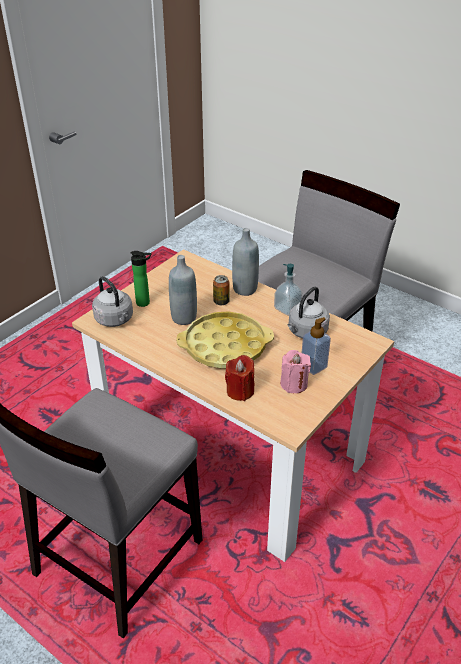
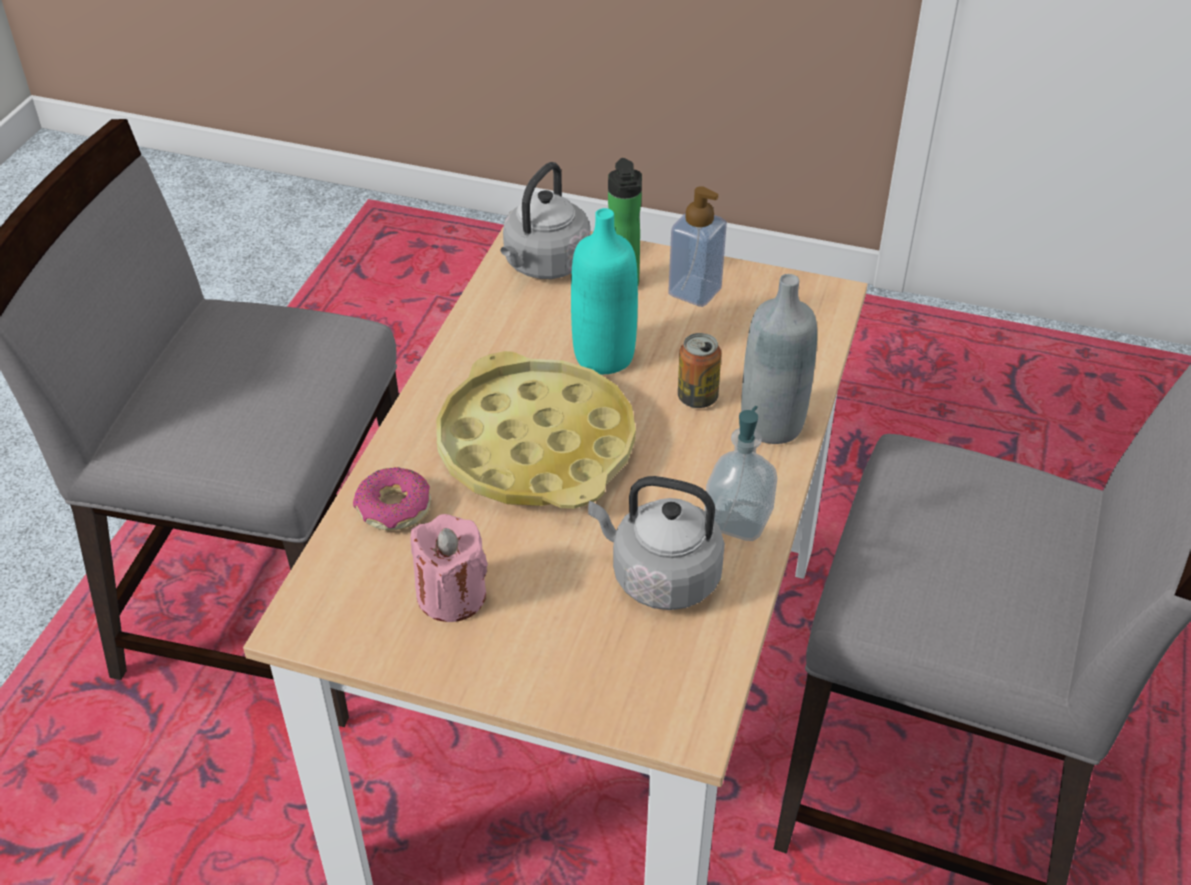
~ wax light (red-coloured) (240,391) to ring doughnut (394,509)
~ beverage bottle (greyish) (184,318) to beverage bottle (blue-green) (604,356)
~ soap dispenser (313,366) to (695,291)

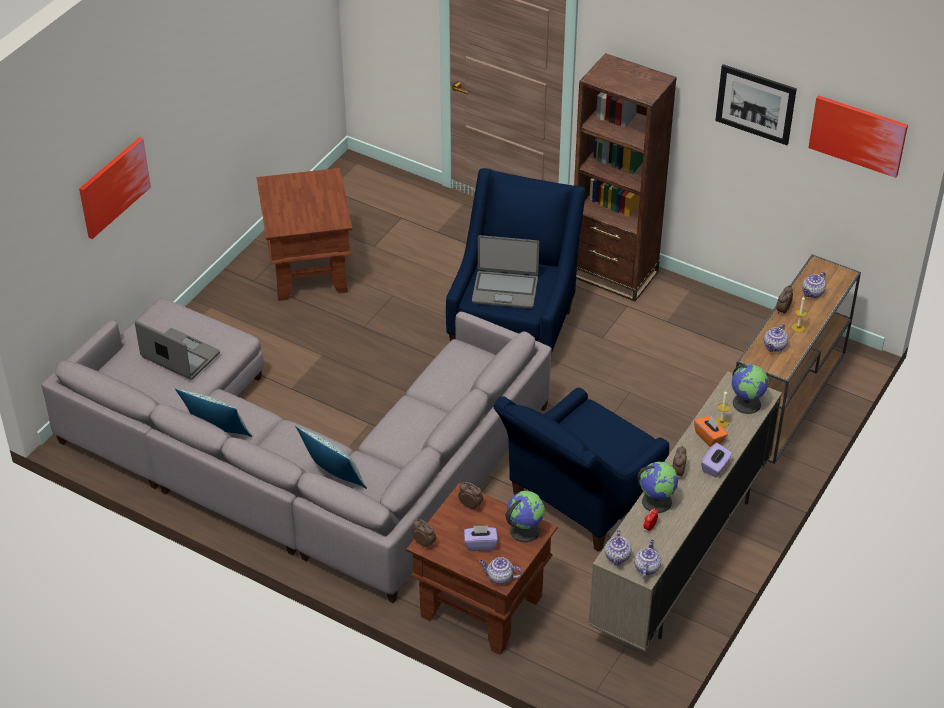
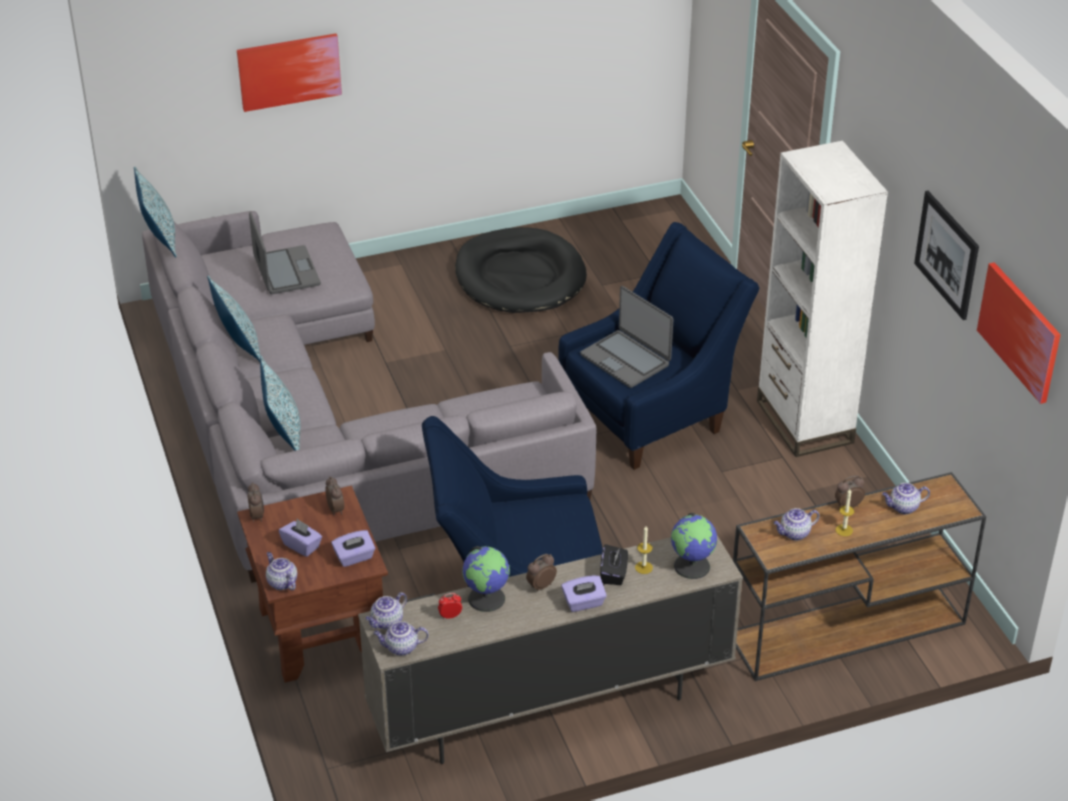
+ cushion (160,239)
~ desk globe (524,530) to tissue holder (purple) (354,557)
~ teapot (646,567) = (401,648) 150 degrees counterclockwise
~ side table (brownish) (309,270) to dog bed (black) (519,276)
~ tissue holder (orangey) (709,437) to tissue holder (black) (613,574)
~ bookshelf (brownish) (613,274) to bookshelf (whitish) (804,422)

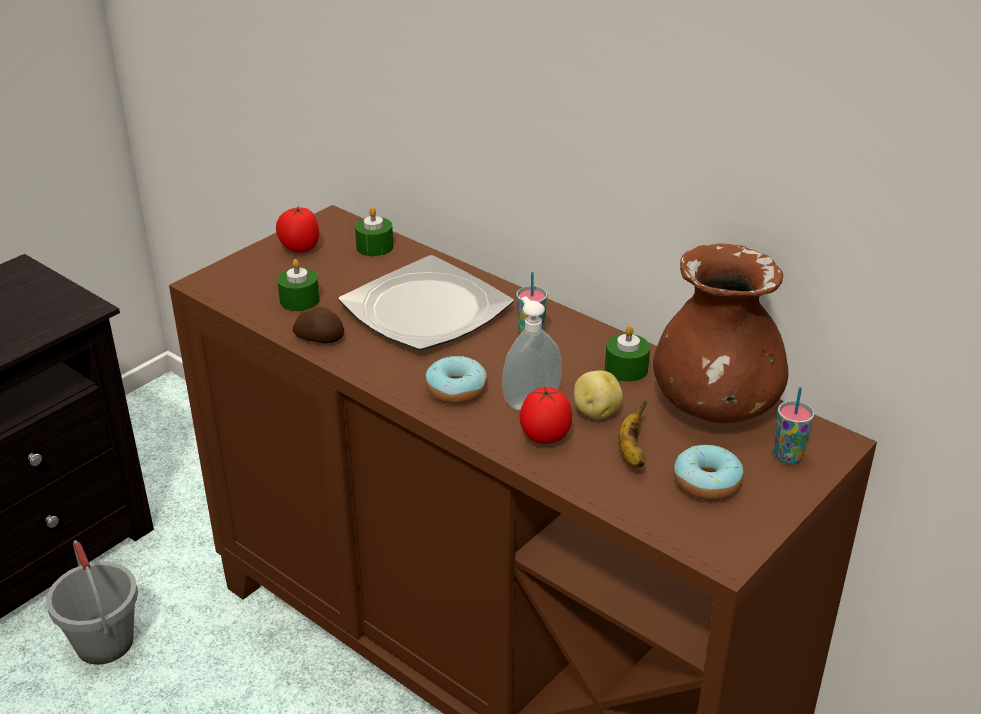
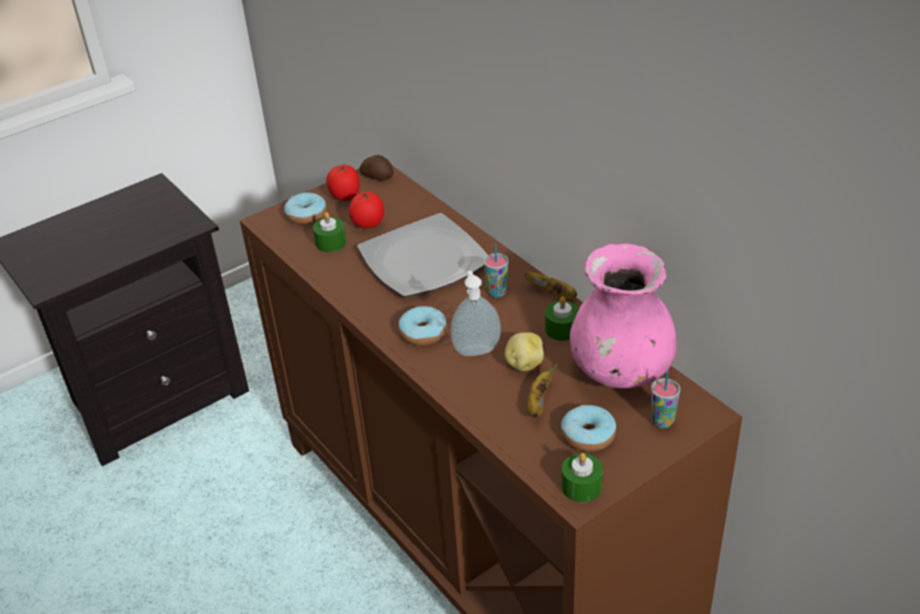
+ ring doughnut (306,215)
~ fresh tomato (544,438) to (368,225)
~ spud (320,338) to (377,176)
+ banana (553,294)
~ wax light (greenish) (374,247) to (581,486)
~ flower vase (brownish) (715,407) to flower vase (pink) (621,371)
- water bucket (greyish) (104,643)

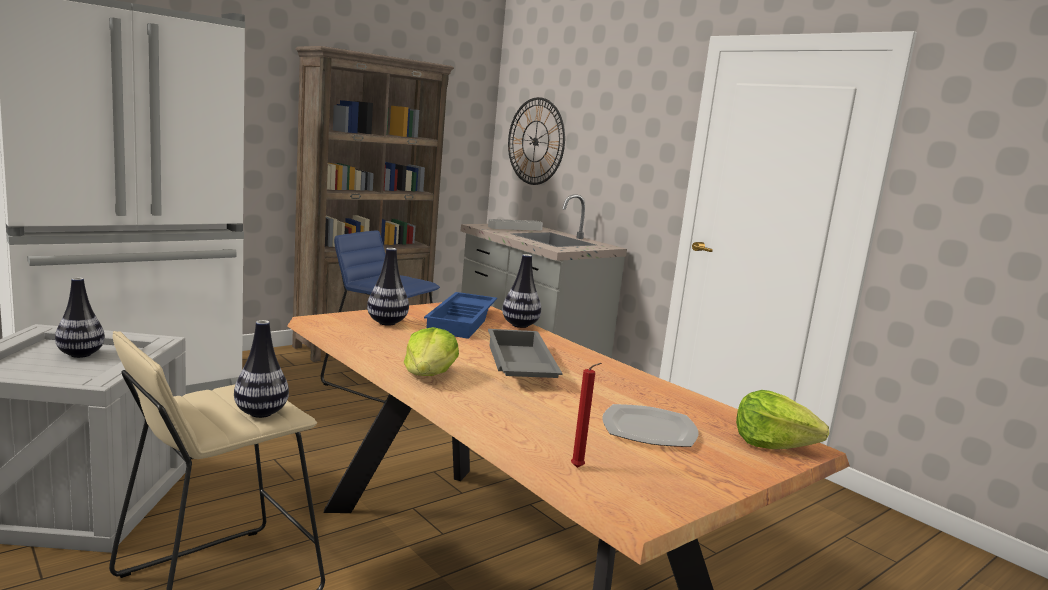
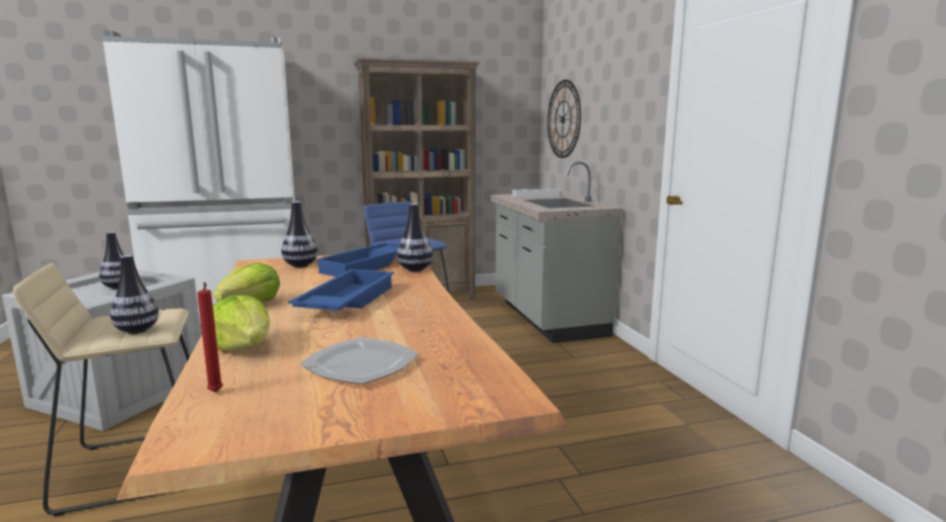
~ head of lettuce (772,444) to (244,347)
~ carrying tray (greyish) (518,366) to carrying tray (blue) (345,301)

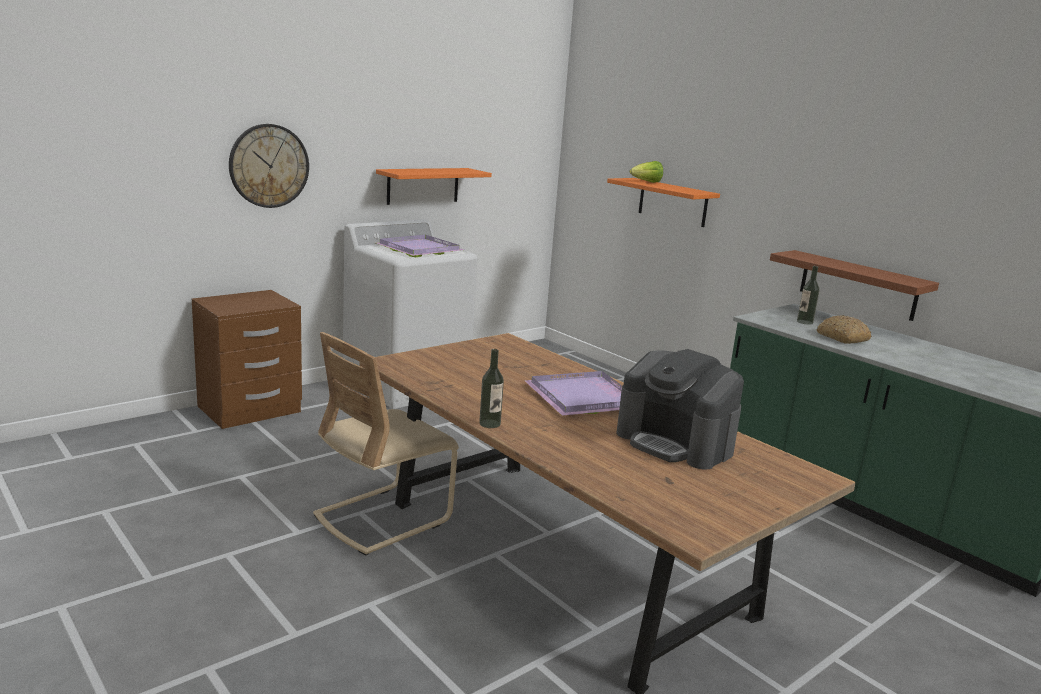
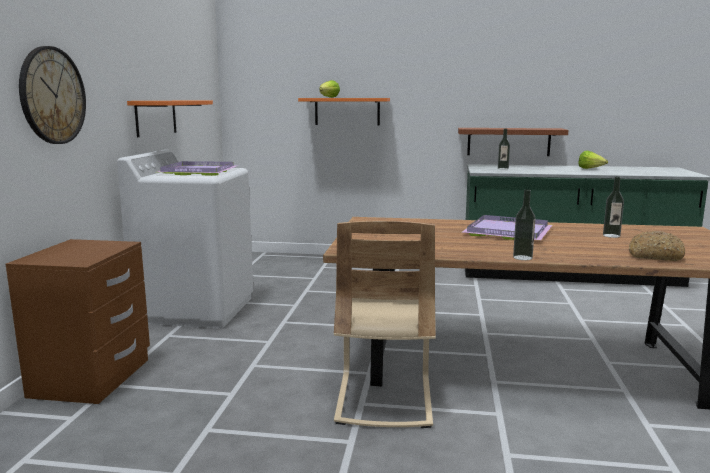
+ head of lettuce (591,169)
~ coffee machine (675,442) to beverage bottle (611,235)
~ baked bread (842,338) to (654,256)

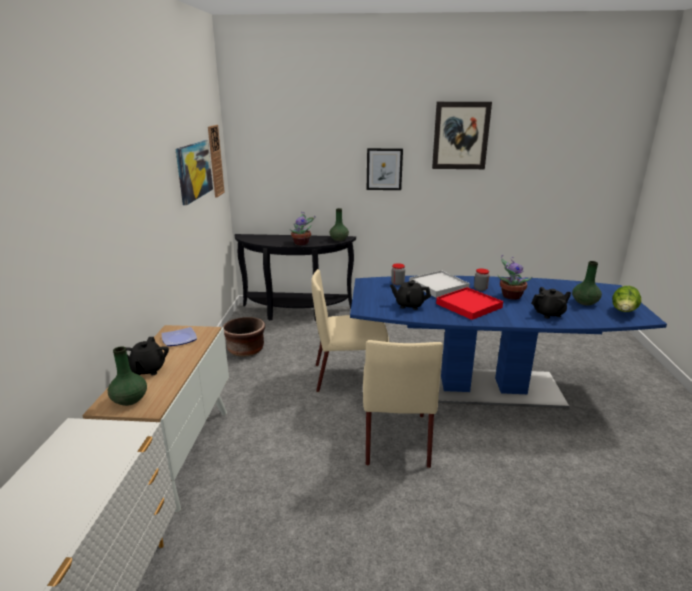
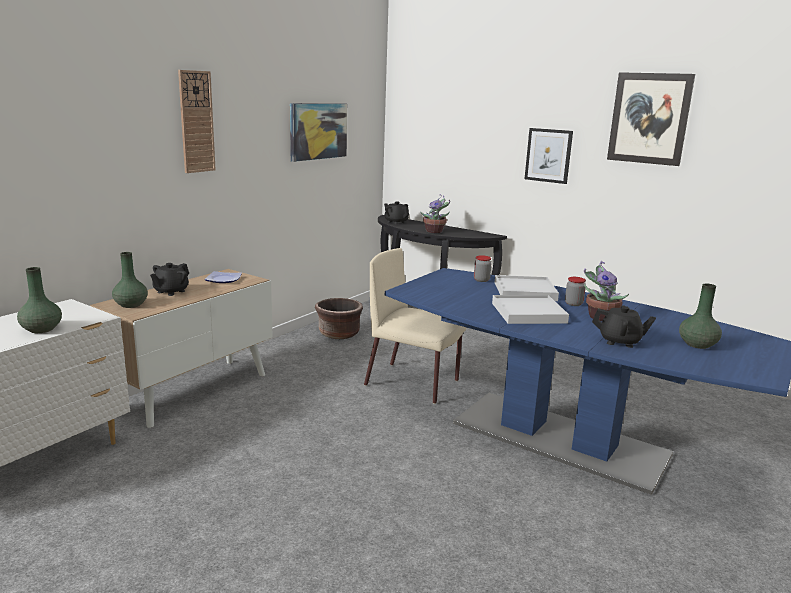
~ flower vase (greenish) (339,239) to (41,329)
~ clock on the wall (215,161) to (196,122)
~ teapot (black) (409,305) to (396,222)
~ carrying tray (red-coloured) (468,305) to carrying tray (whitish) (528,313)
- chair (beige) (396,438)
- head of lettuce (623,312)

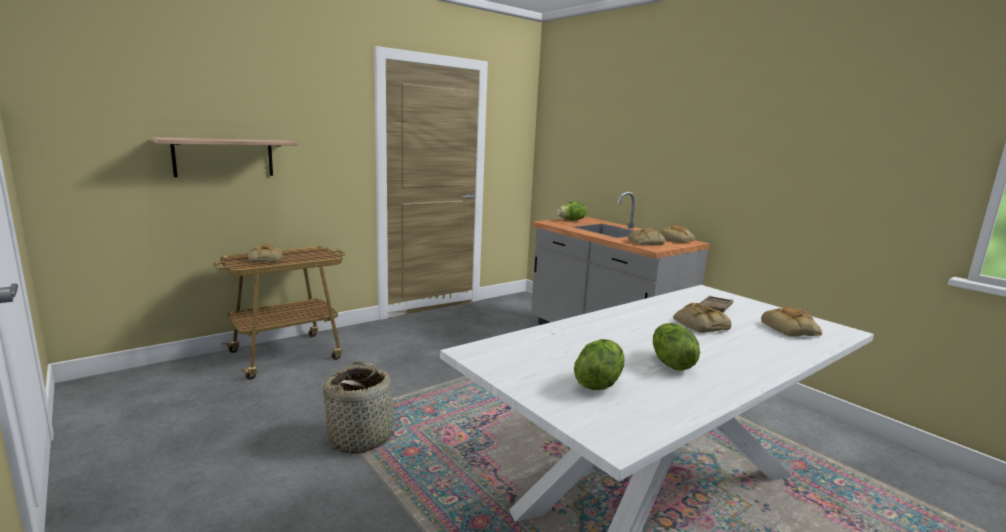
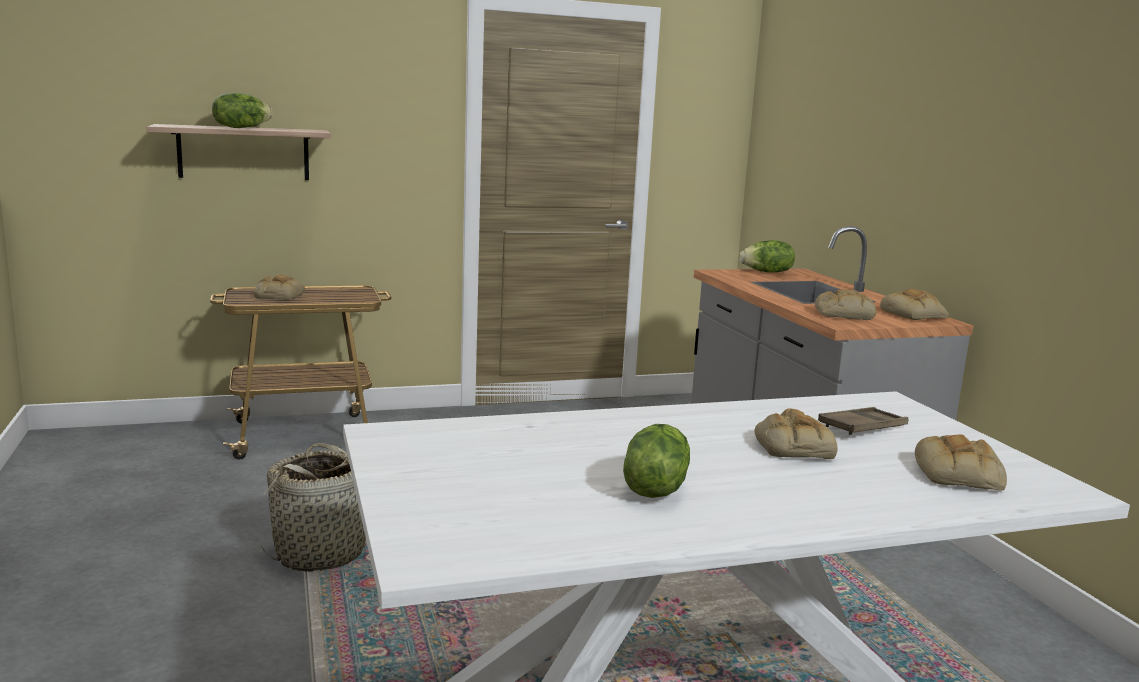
~ head of lettuce (598,382) to (241,128)

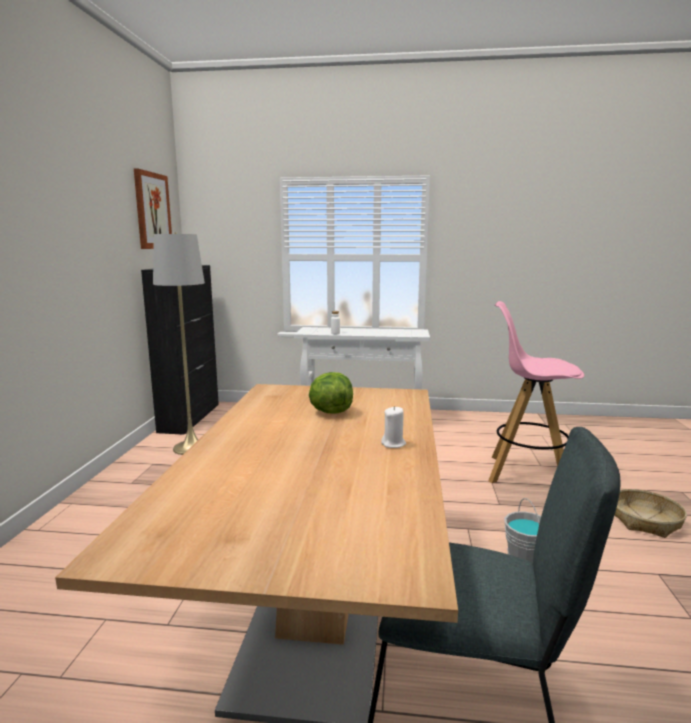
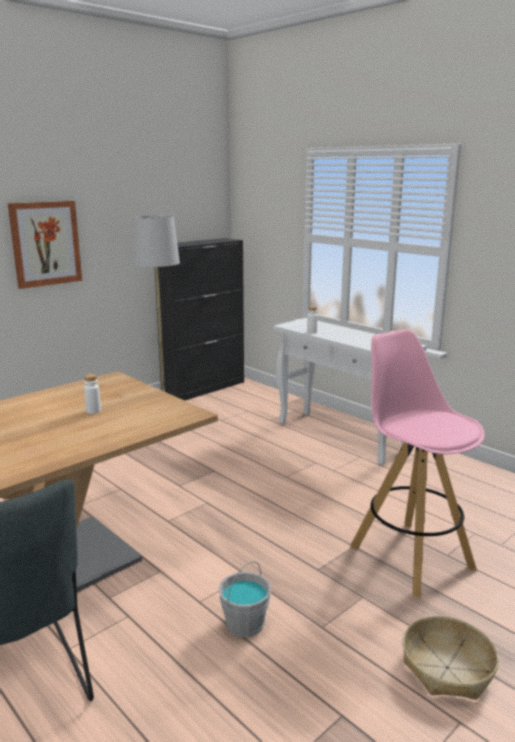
~ wall picture (152,211) to (45,243)
~ head of lettuce (330,412) to beverage bottle (whitish) (93,411)
- wax light (whitish) (393,444)

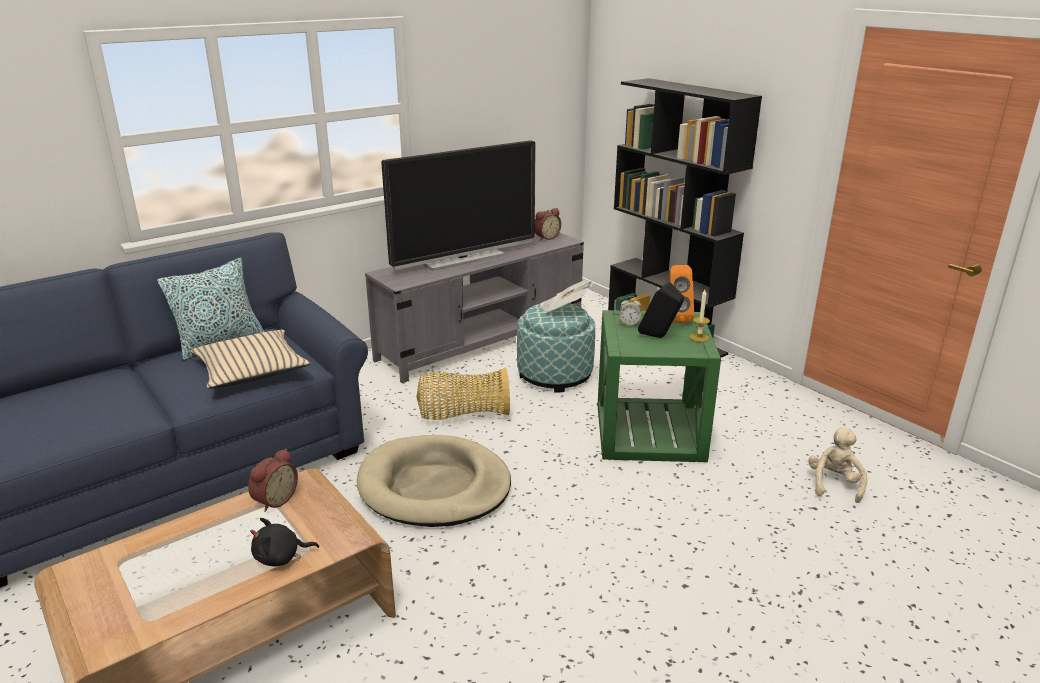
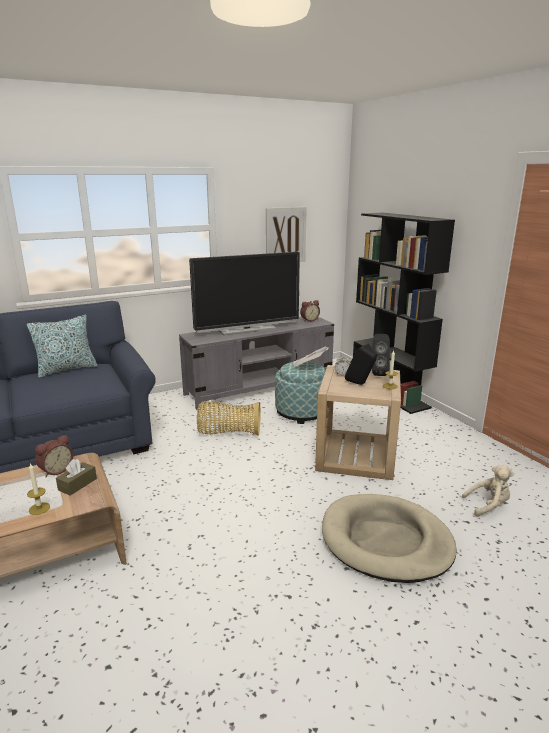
~ cuddly toy (black) (281,557) to wax light (39,508)
+ tissue holder (brownish) (77,484)
+ wall picture (285,235)
~ side table (greenish) (649,432) to side table (beige) (356,455)
~ dog bed (beige) (434,486) to (386,541)
~ loudspeaker (orangey) (676,318) to loudspeaker (black) (378,373)
~ cuddly toy (beige) (834,484) = (488,505) 60 degrees clockwise
- cushion (beige) (251,369)

